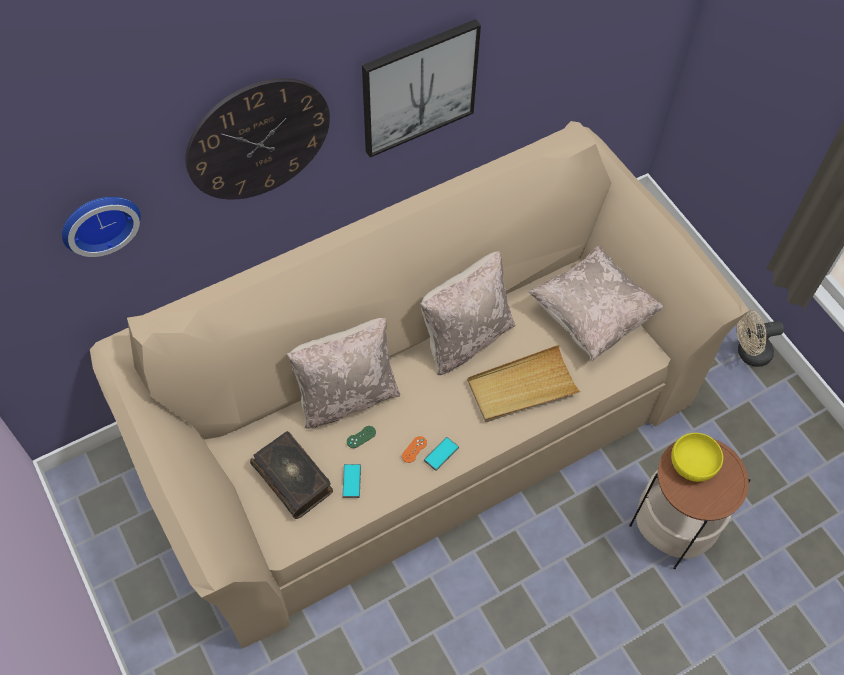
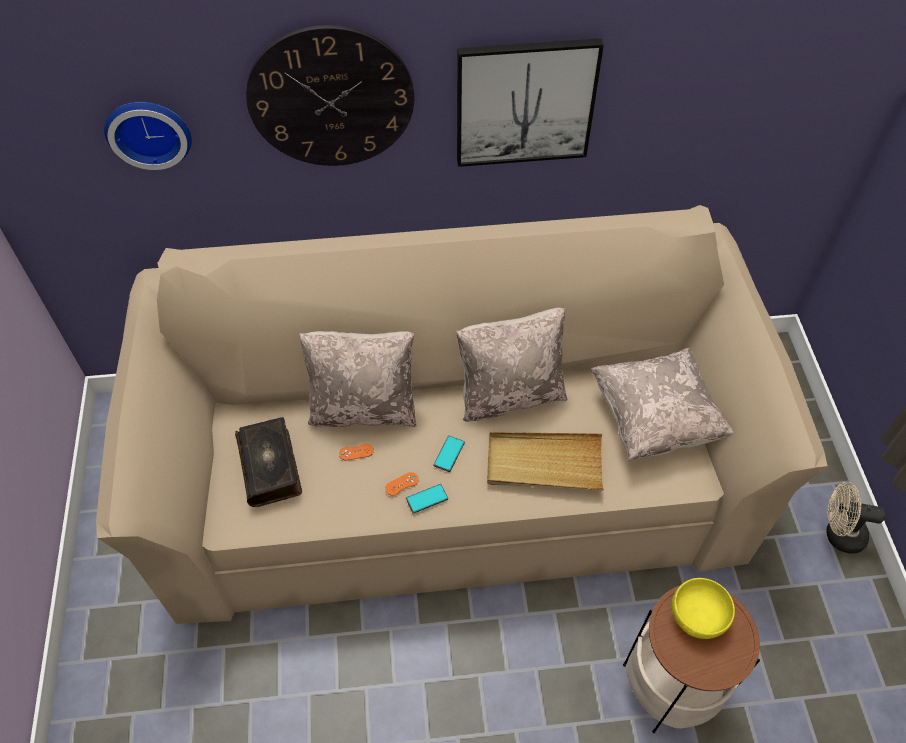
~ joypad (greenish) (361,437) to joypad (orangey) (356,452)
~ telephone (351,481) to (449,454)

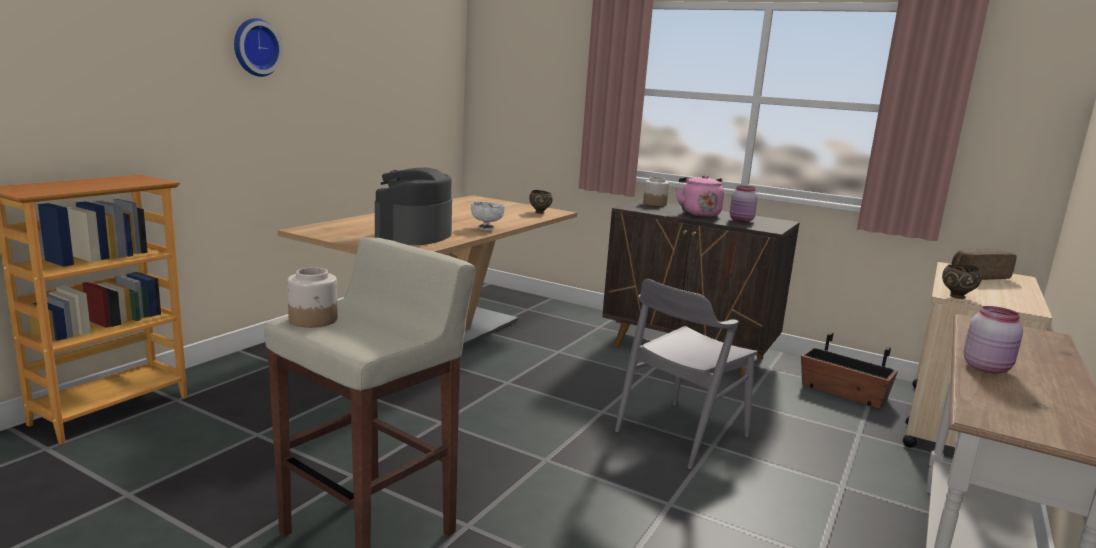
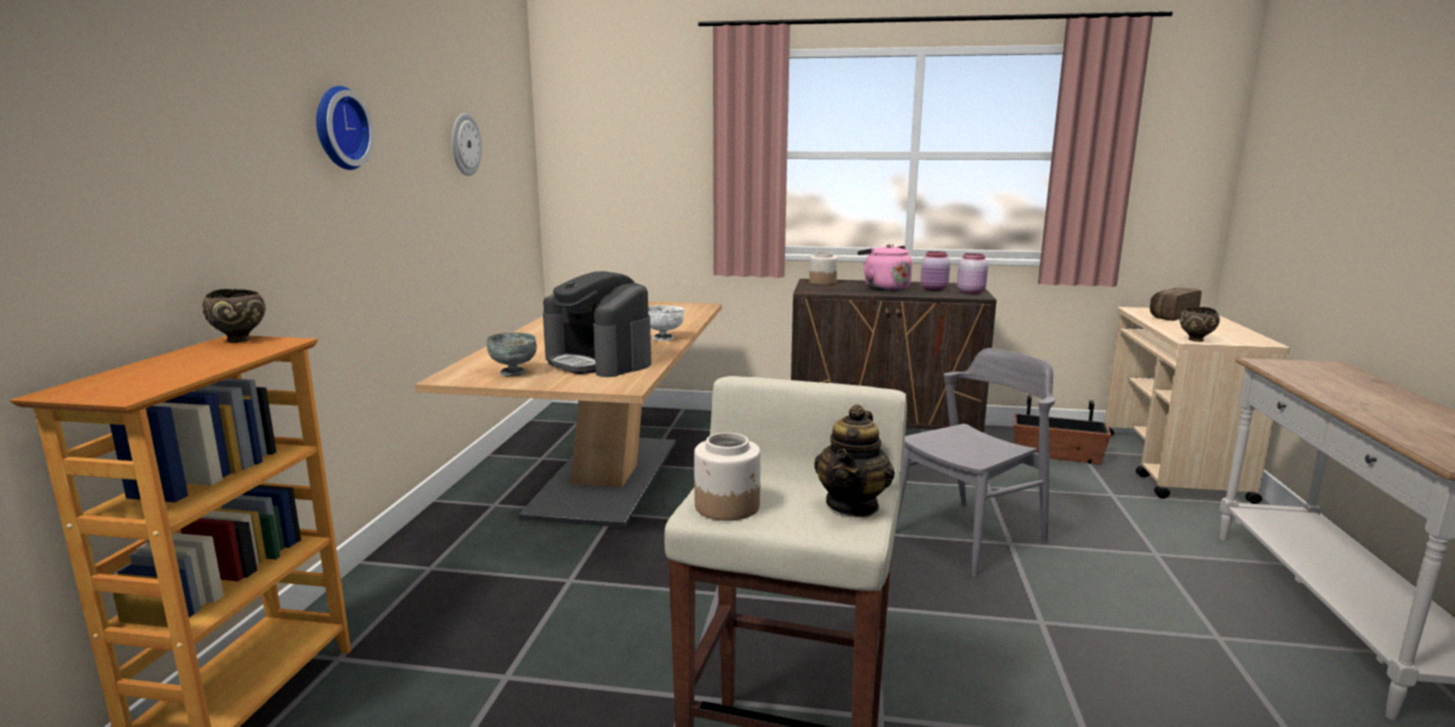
~ deep dish (brownish) (540,213) to (240,340)
+ clock on the wall (464,144)
+ deep dish (greyish) (514,373)
~ coffee machine (414,235) = (599,362) 45 degrees counterclockwise
+ teapot (853,505)
~ chair (greyish) (681,433) = (969,537) 150 degrees counterclockwise
~ preserve jar (pink) (987,368) to (971,292)

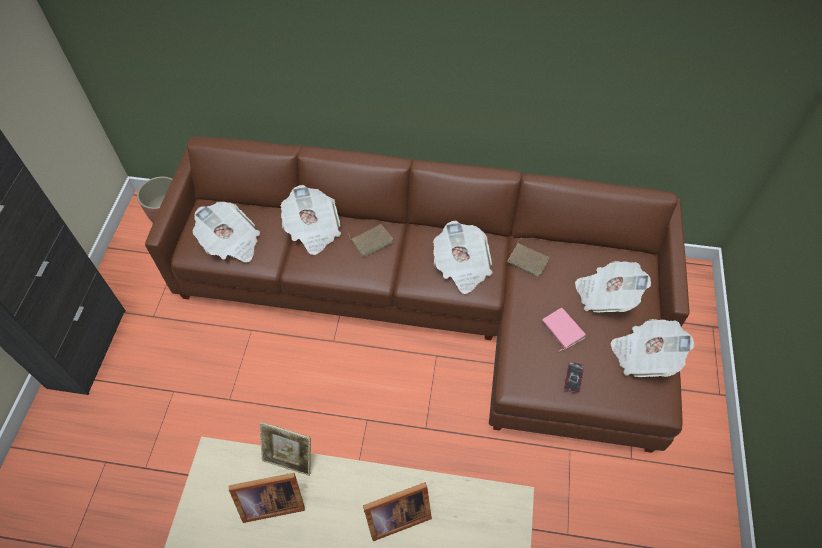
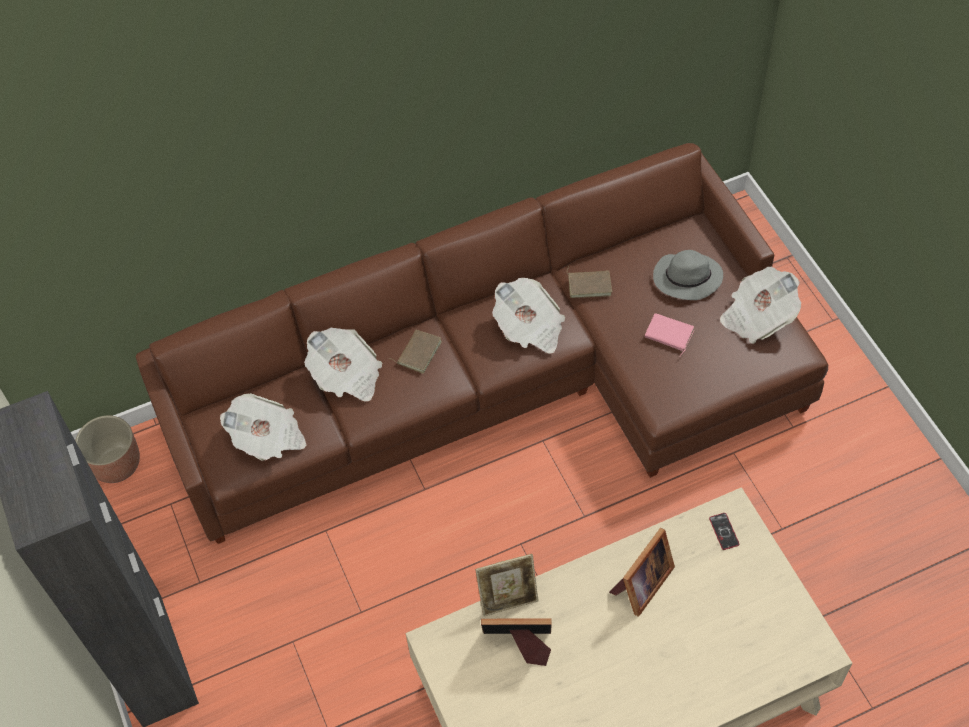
~ standing frame (270,501) = (520,645) 135 degrees counterclockwise
~ daily paper (606,295) to clothing hat (greyish) (686,279)
~ telephone (573,377) to (724,531)

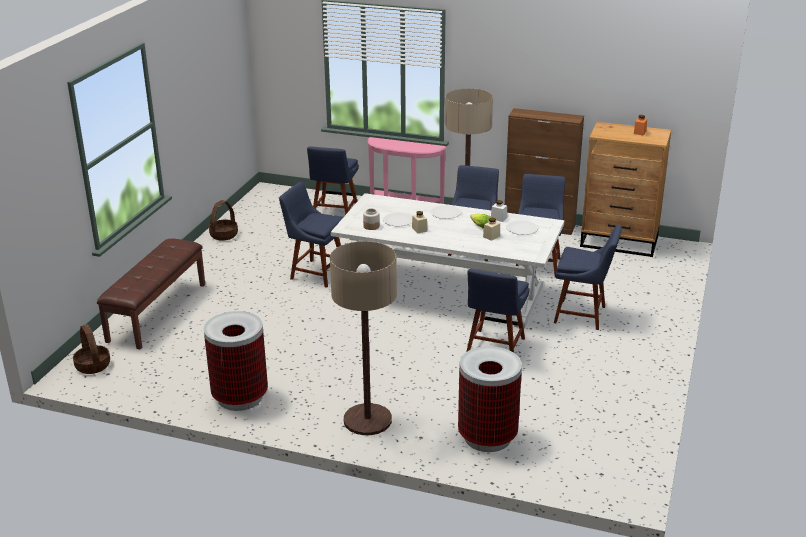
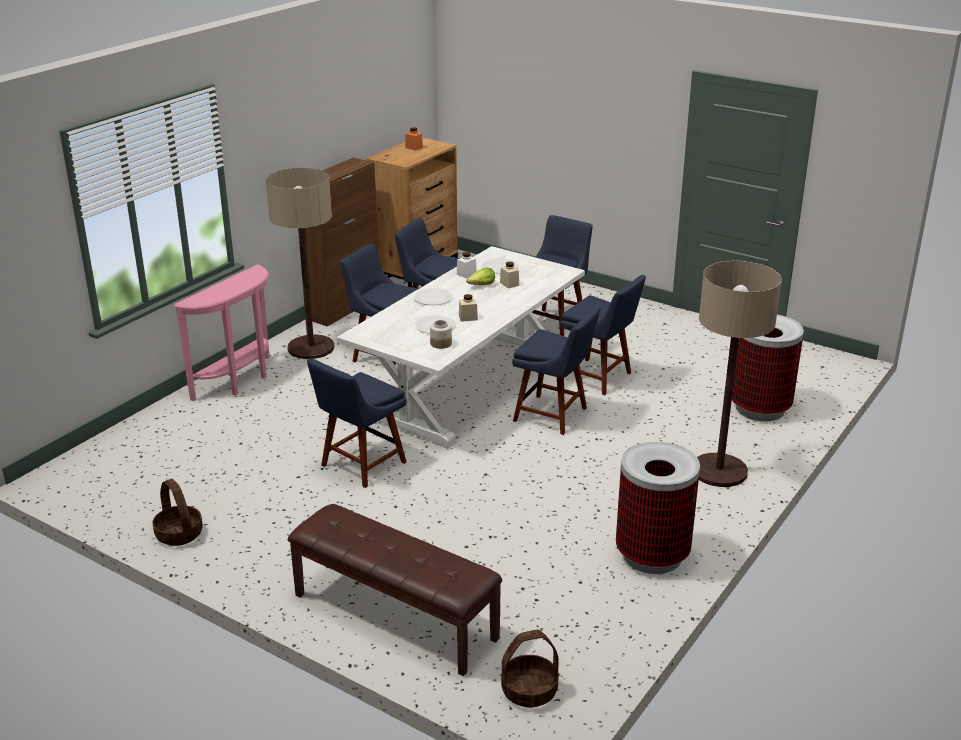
~ chair (blue) (334,214) to (554,415)

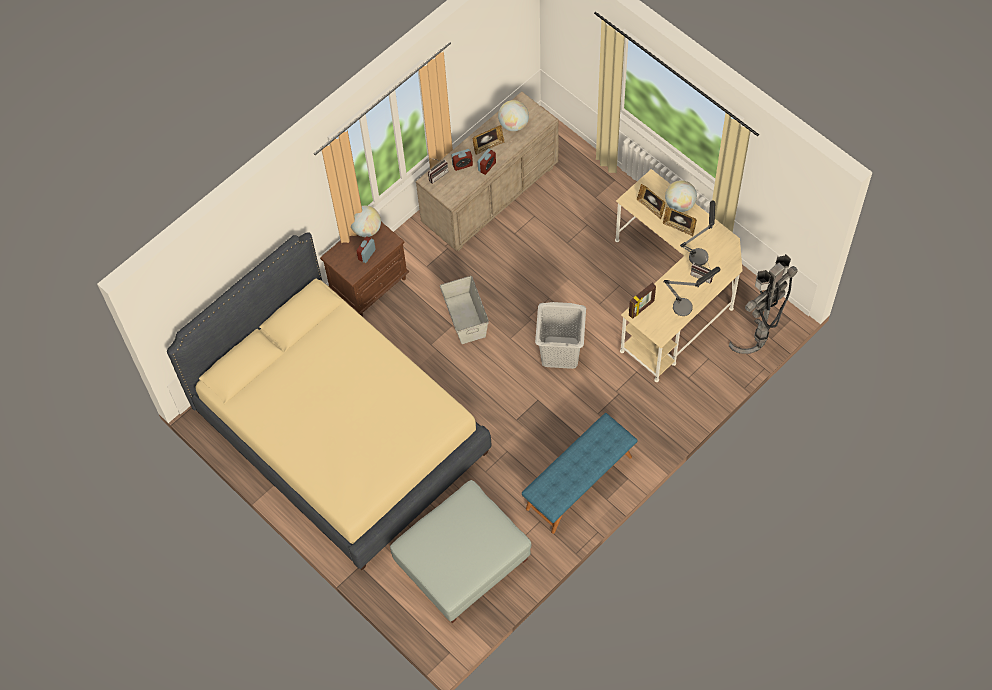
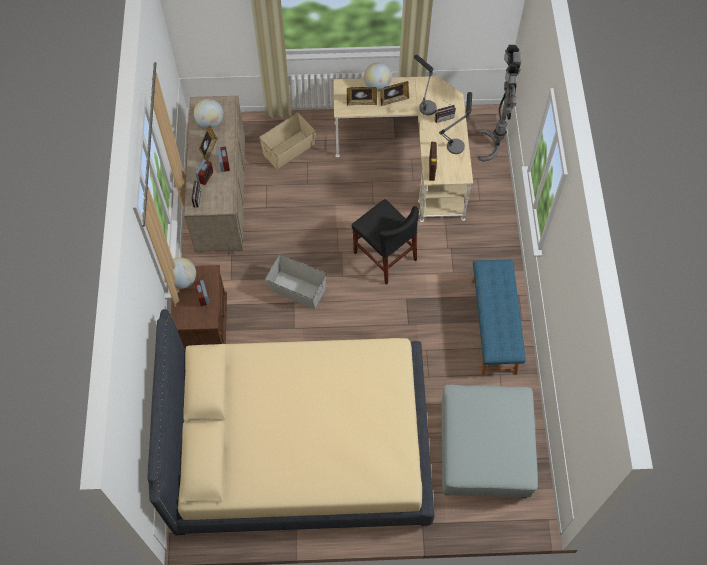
+ storage box (beige) (289,150)
~ washing basket (greyish) (560,352) to chair (black) (384,256)

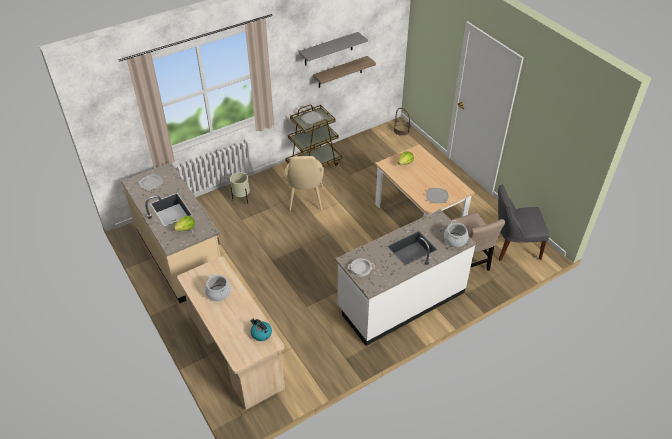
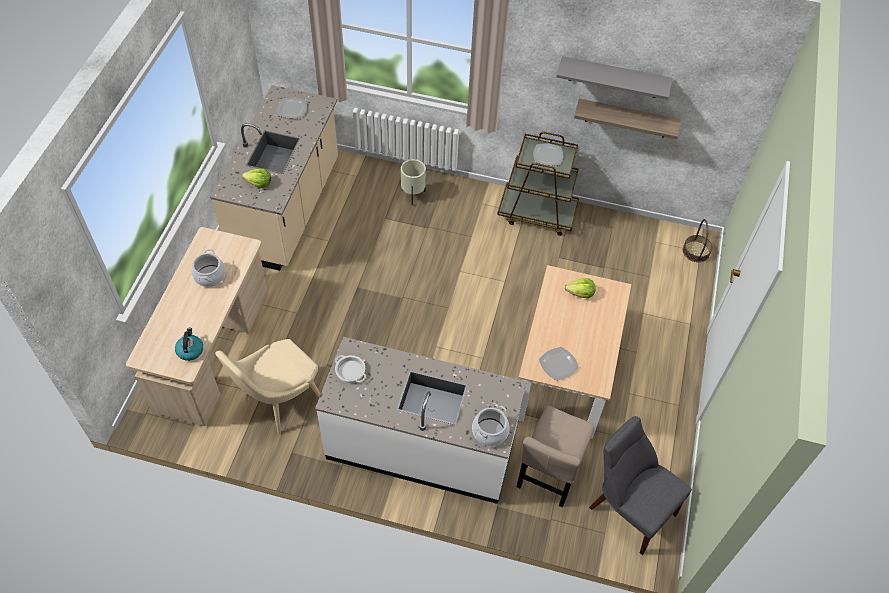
~ chair (beige) (305,200) to (279,403)

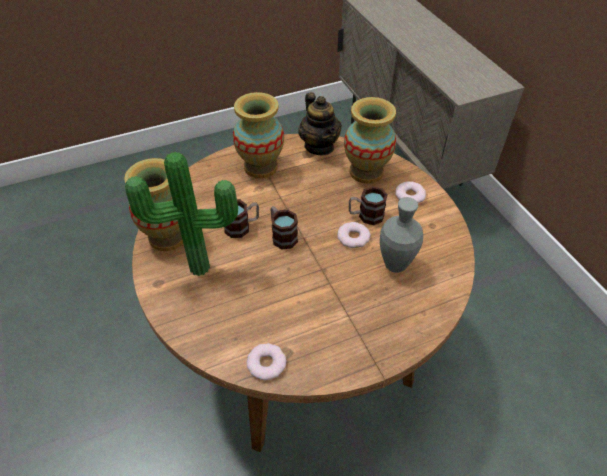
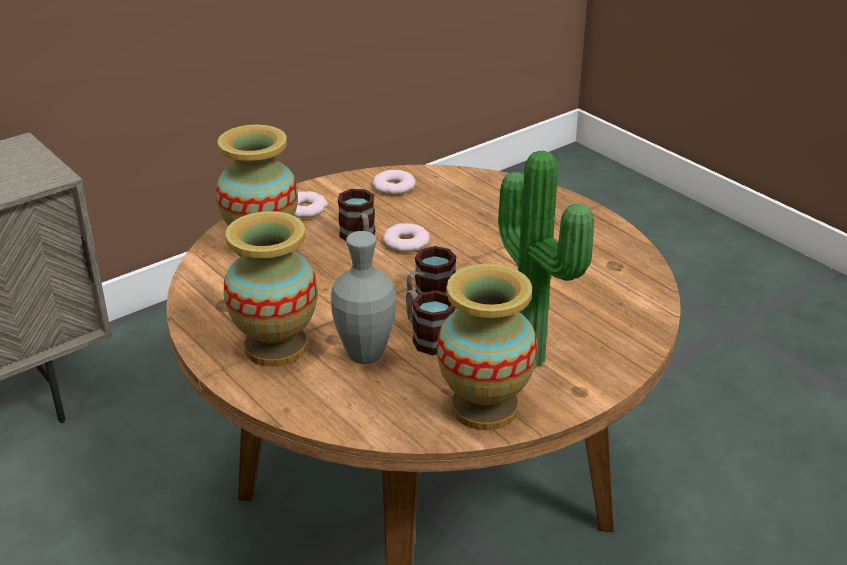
~ flower vase (greyish) (395,265) to (365,355)
~ ring doughnut (266,363) to (394,187)
- teapot (319,146)

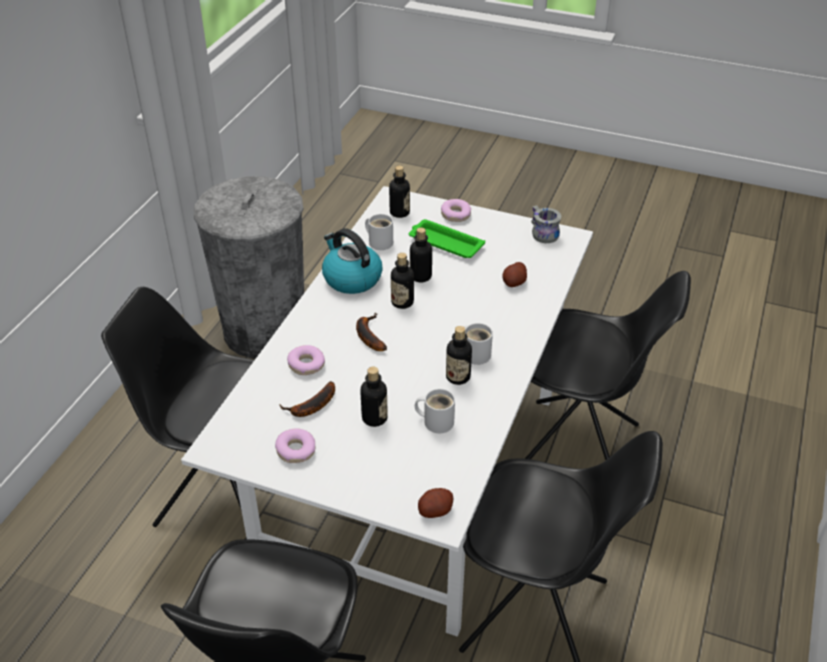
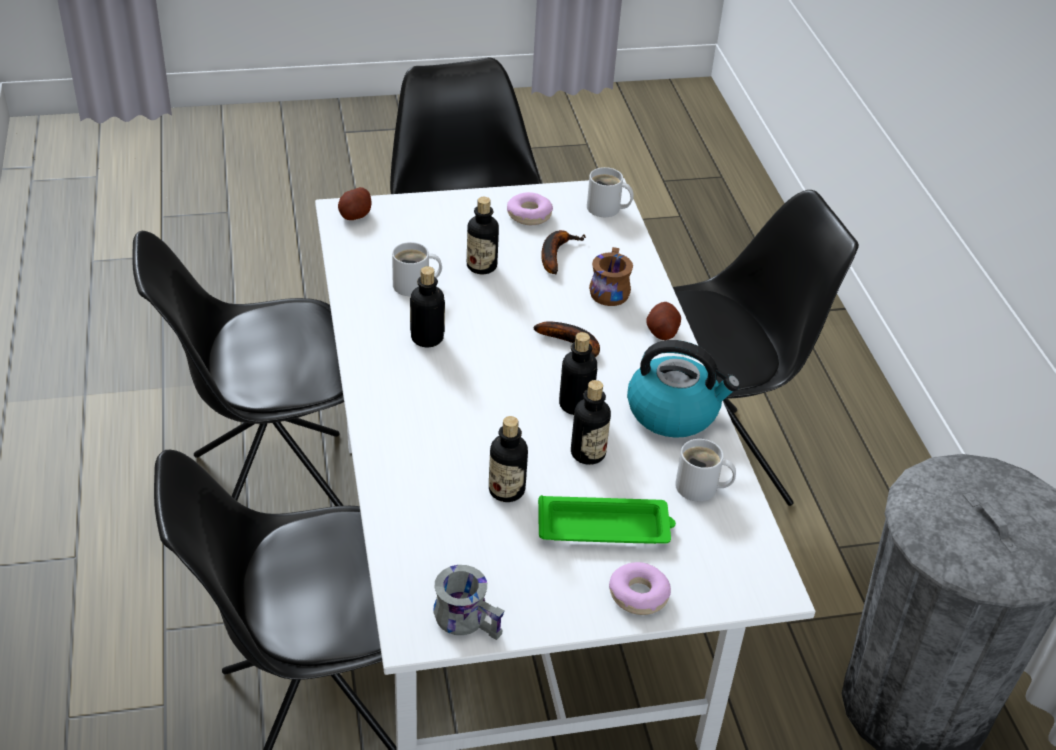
~ beverage bottle (399,212) to (506,490)
~ coffee mug (whitish) (475,353) to (606,209)
~ ring doughnut (306,365) to coffee mug (brownish) (606,289)
~ spud (514,282) to (662,332)

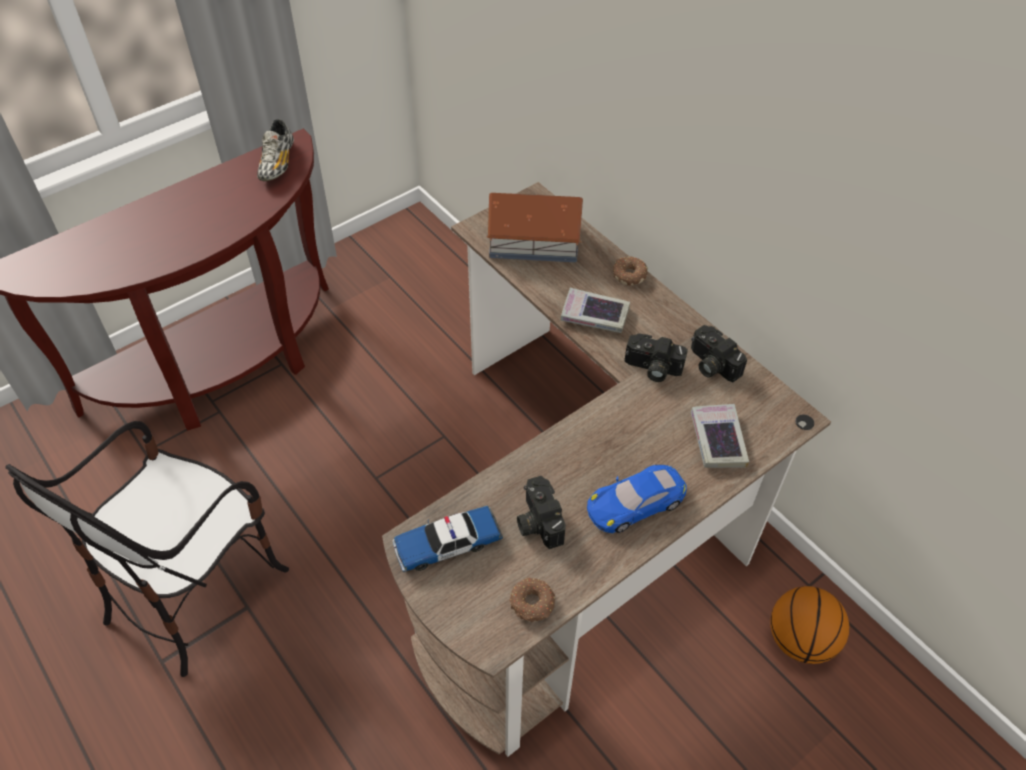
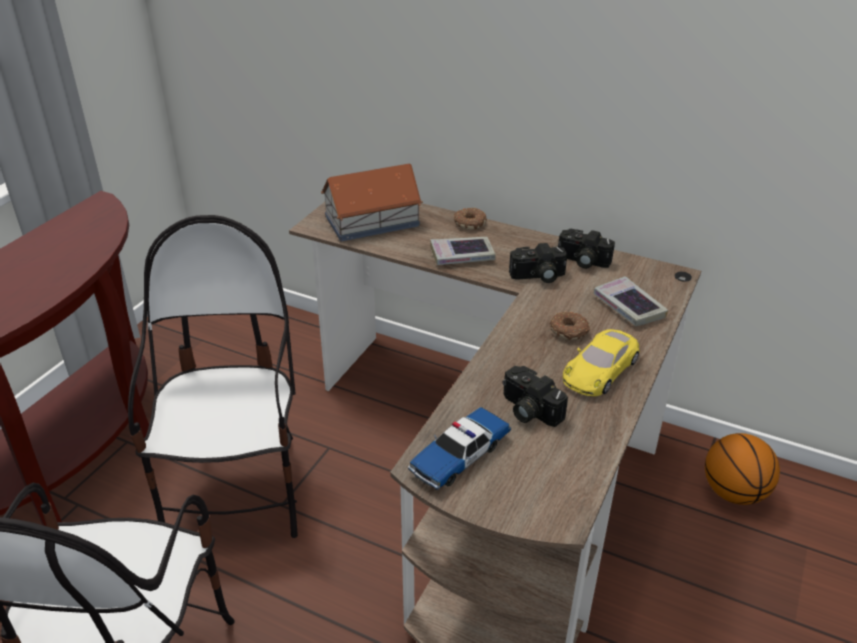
+ chair (238,489)
~ ring doughnut (532,604) to (569,331)
~ miniature car (blue) (635,503) to miniature car (yellowish) (600,369)
- low shoe (277,163)

